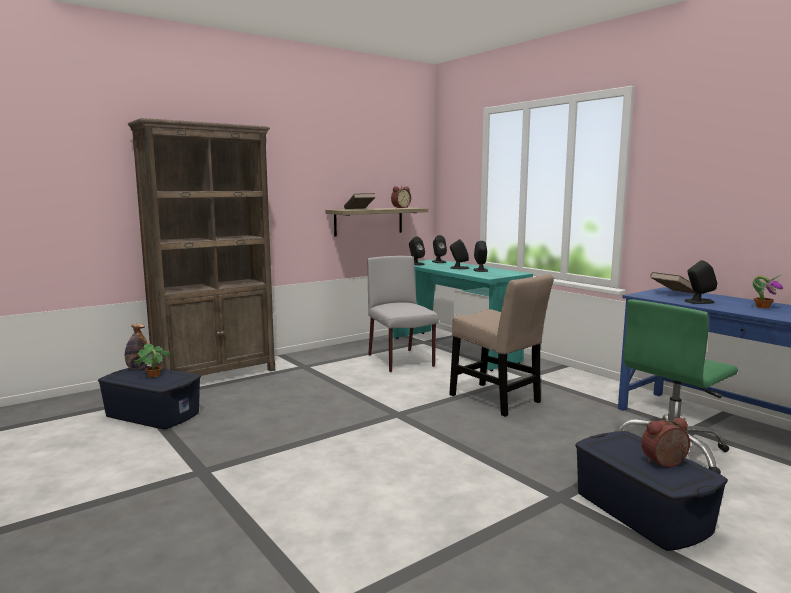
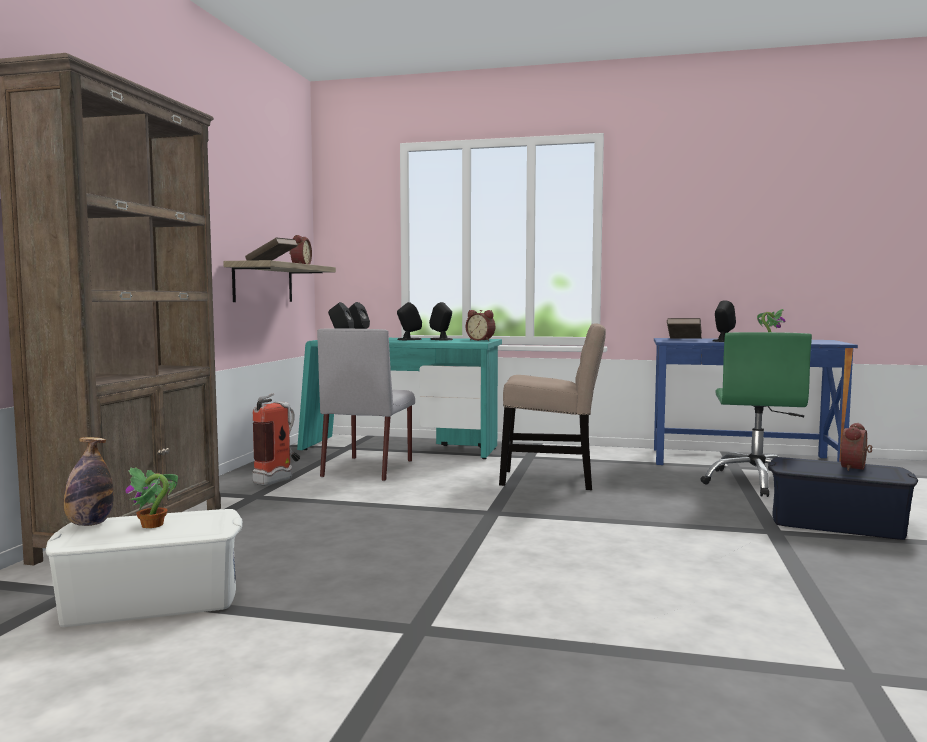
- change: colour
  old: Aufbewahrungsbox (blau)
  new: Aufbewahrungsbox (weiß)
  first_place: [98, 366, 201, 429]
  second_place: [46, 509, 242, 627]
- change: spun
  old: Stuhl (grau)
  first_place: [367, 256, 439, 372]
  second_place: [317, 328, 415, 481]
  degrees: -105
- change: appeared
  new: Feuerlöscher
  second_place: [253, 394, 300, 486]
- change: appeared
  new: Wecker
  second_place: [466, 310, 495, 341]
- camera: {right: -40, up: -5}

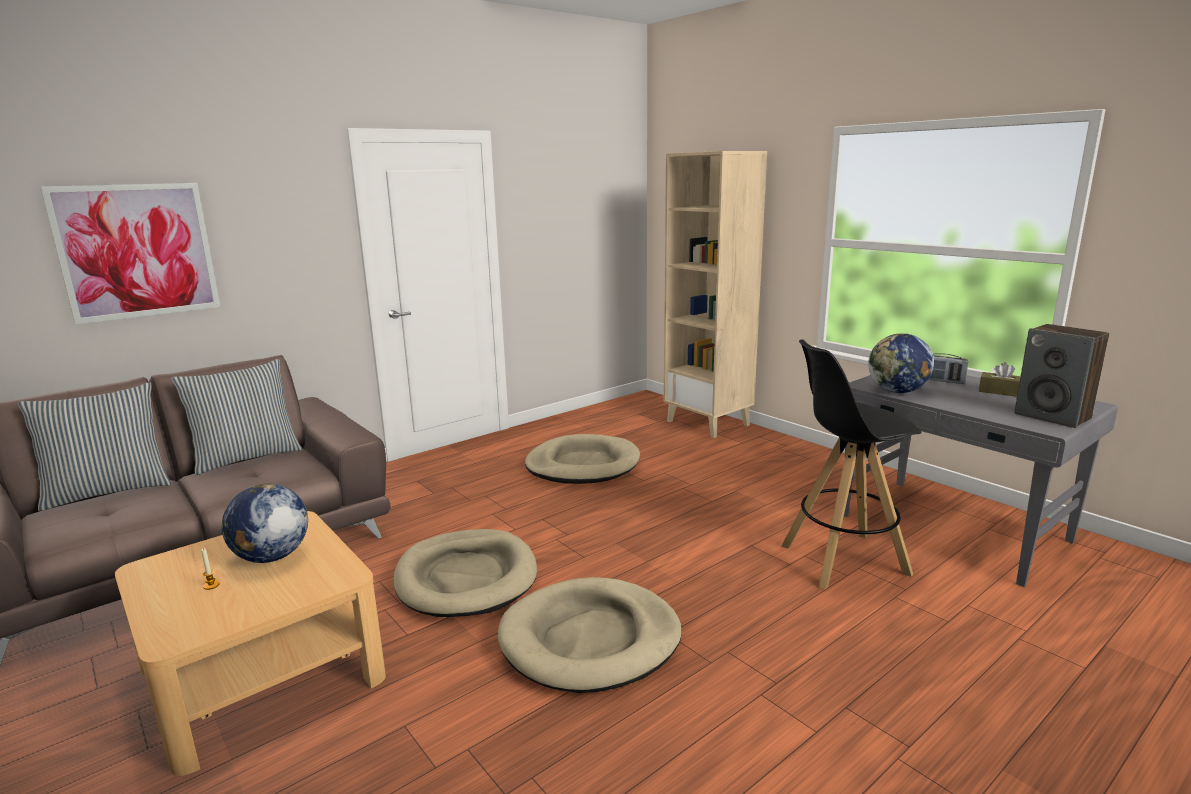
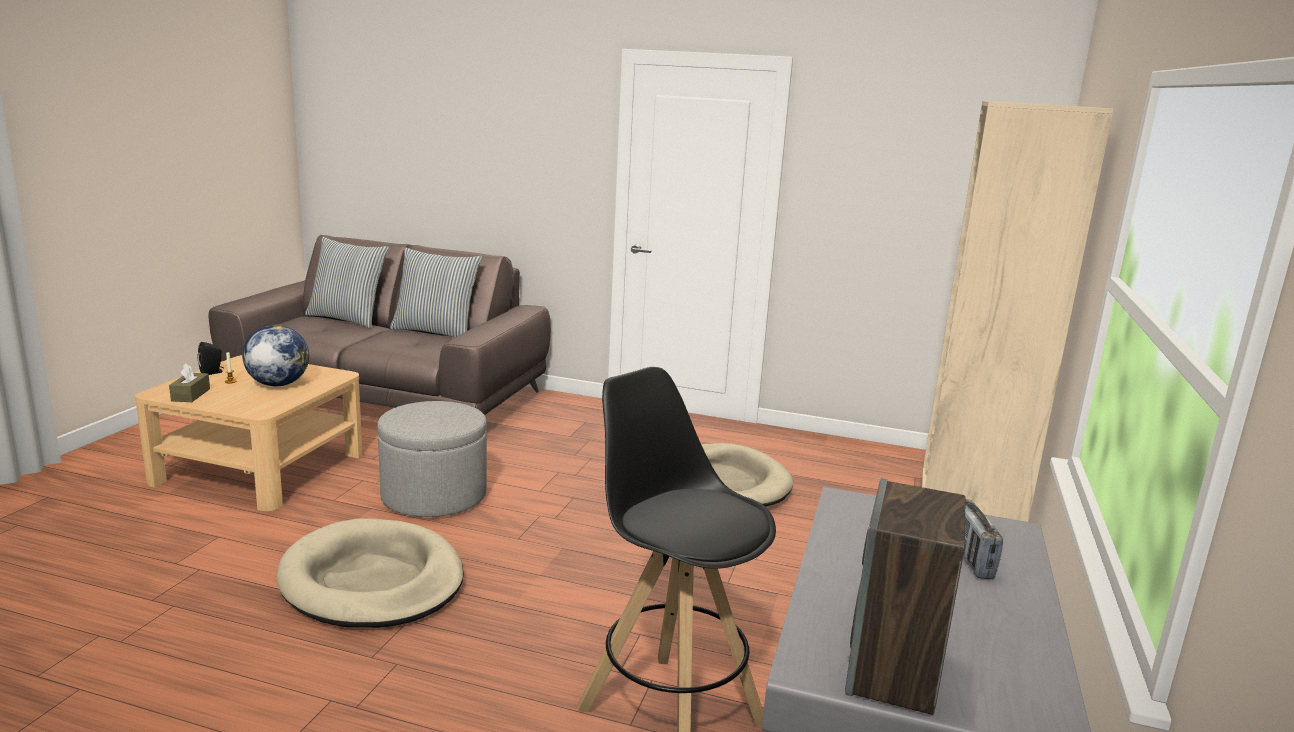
- change: missing
  old: Bild
  first_place: [40, 183, 220, 325]
- change: exchanged
  old: Hundebett (beige)
  new: Polsterhocker (grau)
  first_place: [394, 529, 537, 617]
  second_place: [377, 401, 487, 517]
- change: missing
  old: Globus
  first_place: [868, 333, 934, 393]
- change: relocated
  old: Taschentuchbox (braun)
  first_place: [979, 362, 1020, 397]
  second_place: [169, 363, 210, 402]
- change: appeared
  new: Lautsprecher (schwarz)
  second_place: [197, 342, 224, 375]
- camera: {right: 55, up: 0}

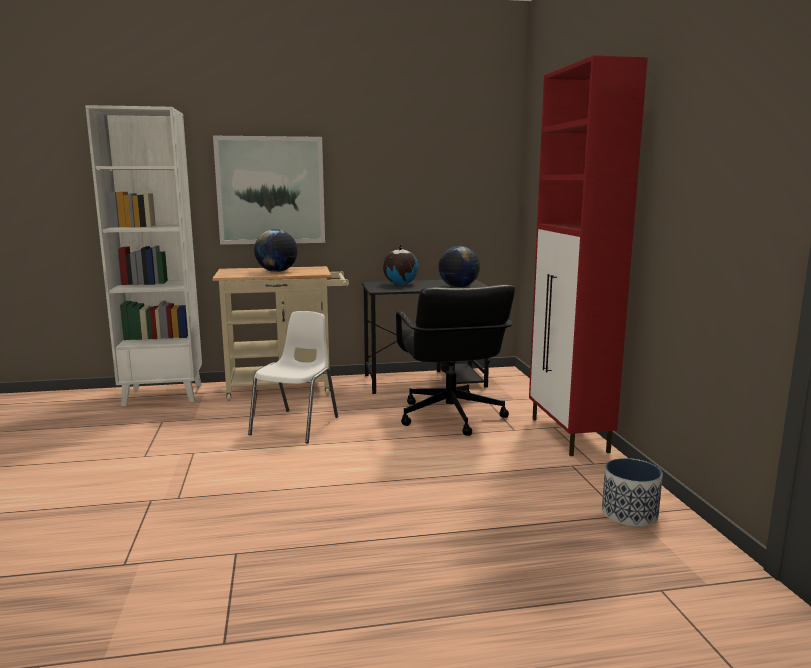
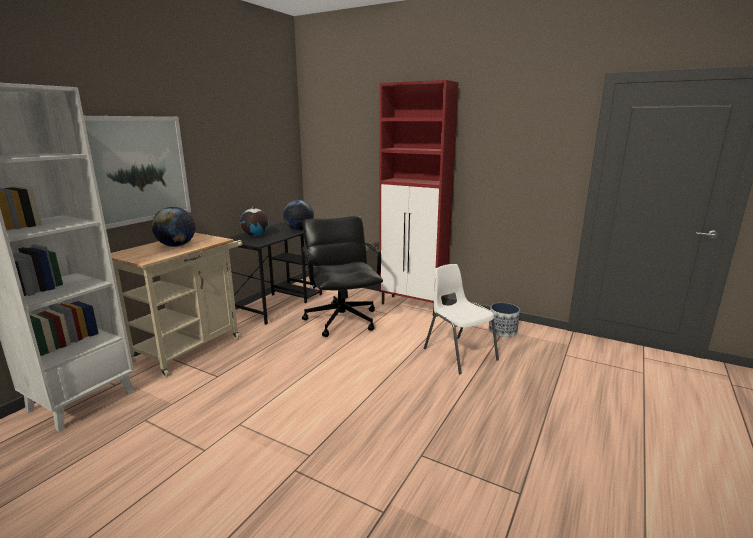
- change: relocated
  old: Stuhl (weiß)
  first_place: [248, 311, 338, 443]
  second_place: [424, 264, 499, 374]
- change: spun
  old: Bürostuhl (schwarz)
  first_place: [396, 285, 515, 436]
  second_place: [302, 216, 383, 337]
  degrees: -135
- camera: {right: -50, up: 5}

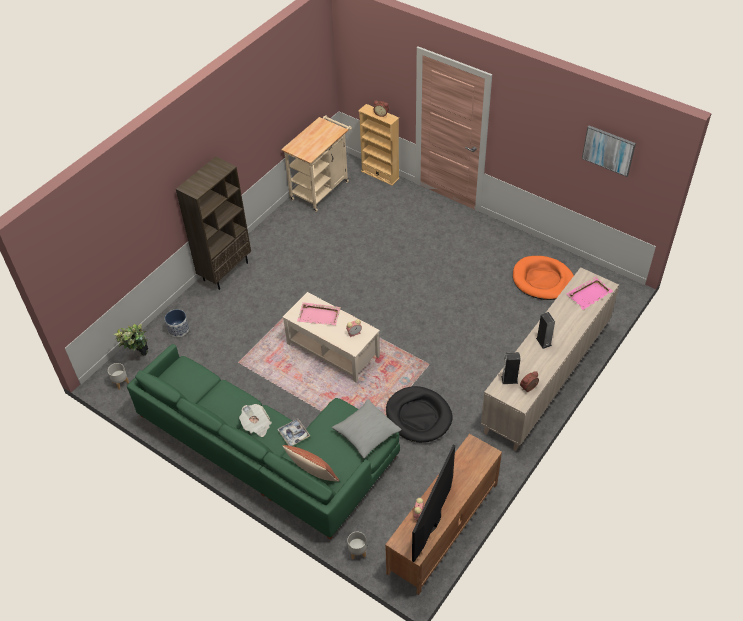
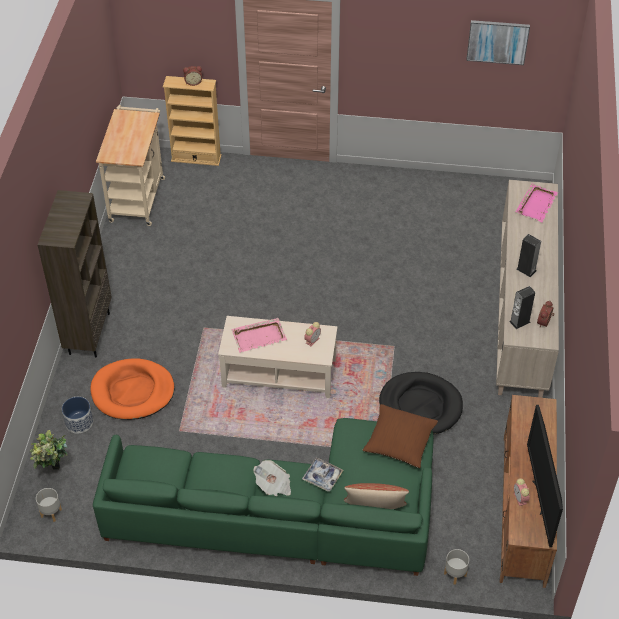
- change: colour
  old: Kissen (grau)
  new: Kissen (braun)
  first_place: [332, 399, 402, 458]
  second_place: [362, 404, 438, 468]
- change: relocated
  old: Hundebett (orange)
  first_place: [513, 256, 574, 300]
  second_place: [90, 358, 175, 420]
- camera: {right: -30, up: 0}

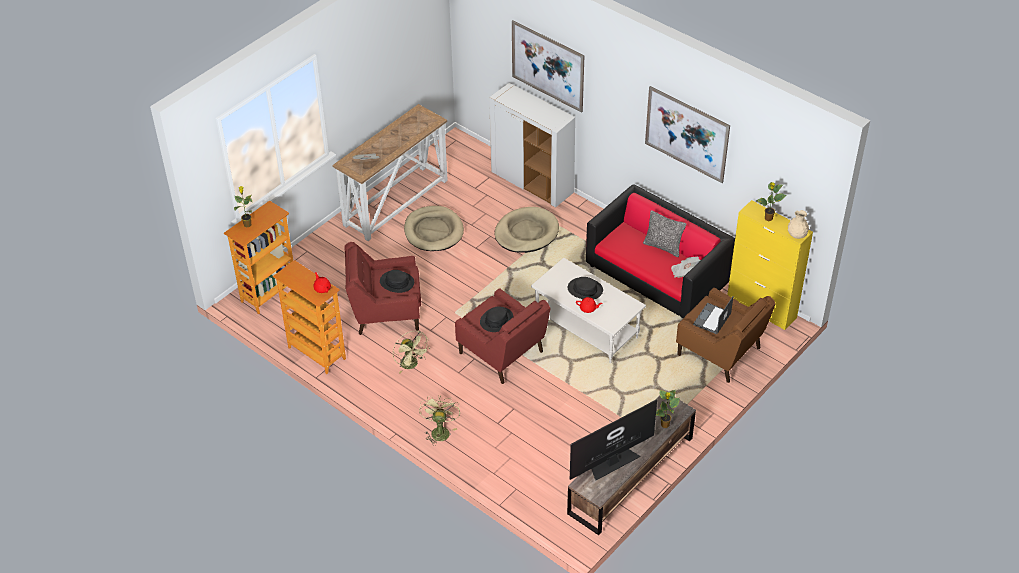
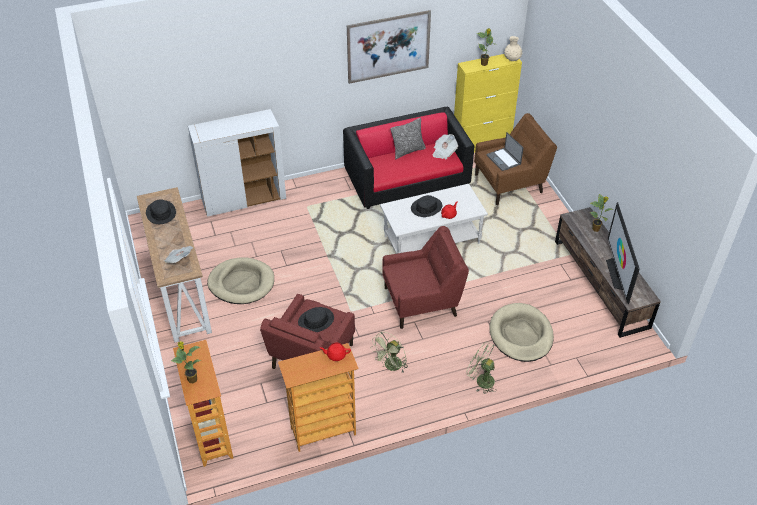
- change: spun
  old: Ventilator (grün)
  first_place: [393, 331, 430, 374]
  second_place: [371, 332, 408, 373]
  degrees: 135
- change: relocated
  old: Hut (schwarz)
  first_place: [480, 306, 513, 332]
  second_place: [146, 199, 176, 224]
- change: relocated
  old: Hundebett (beige)
  first_place: [495, 207, 559, 253]
  second_place: [489, 303, 554, 362]
- change: missing
  old: Bild
  first_place: [512, 20, 584, 113]
- camera: {right: -60, up: 0}

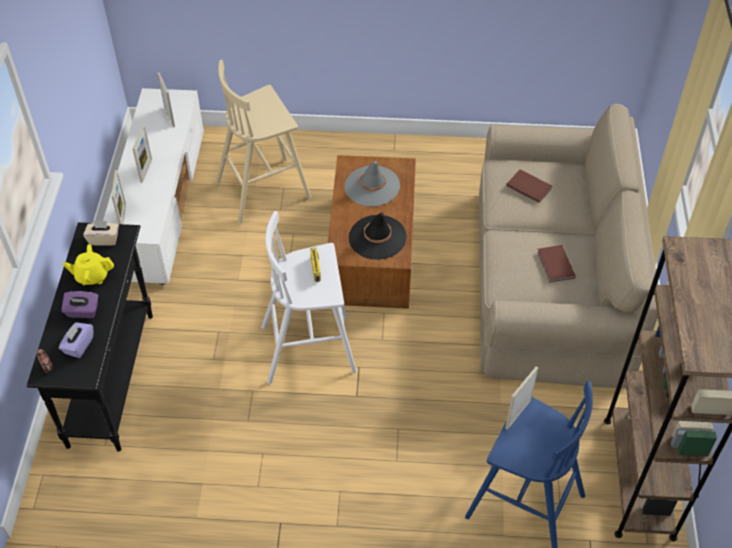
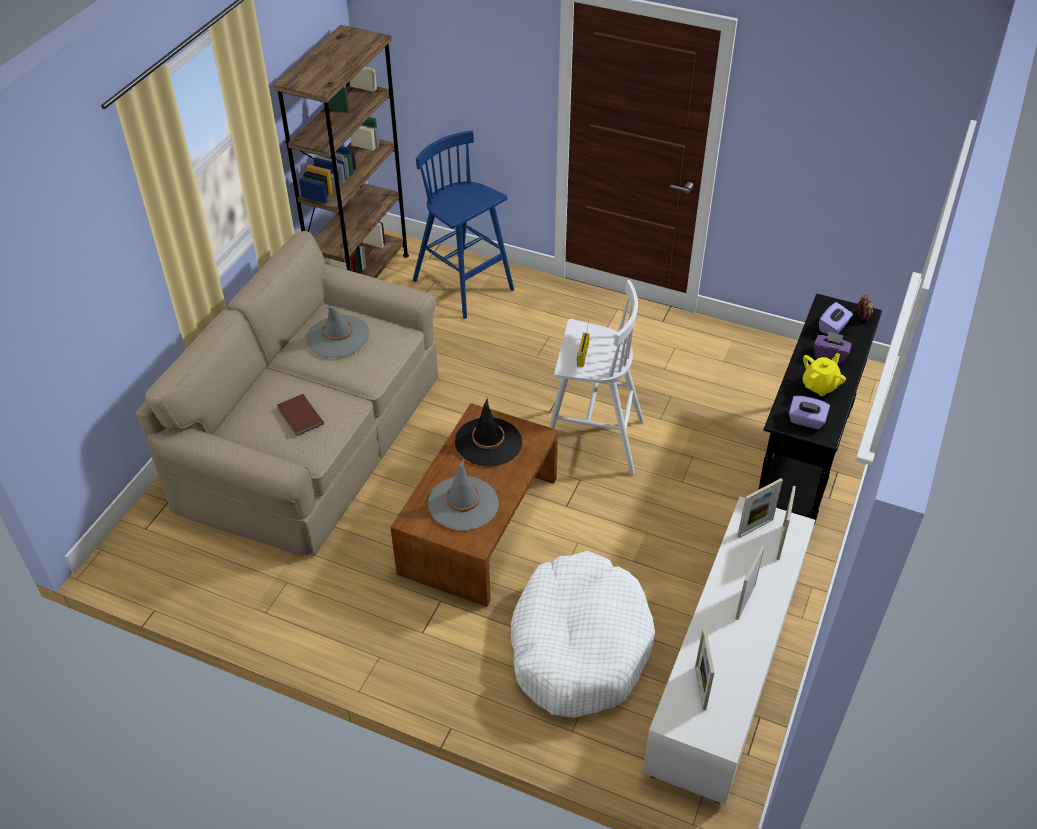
- change: spun
  old: Teekanne (gelb)
  first_place: [63, 244, 114, 285]
  second_place: [802, 353, 846, 396]
  degrees: -60
- change: colour
  old: Taschentuchbox (beige)
  new: Taschentuchbox (lila)
  first_place: [83, 220, 119, 246]
  second_place: [789, 396, 830, 429]
- change: exchanged
  old: Hocker (beige)
  new: Hundebett (weiß)
  first_place: [216, 60, 311, 224]
  second_place: [511, 551, 655, 718]
- change: relocated
  old: Bilderrahmen
  first_place: [505, 366, 538, 430]
  second_place: [737, 478, 783, 538]
- change: exchanged
  old: Buch (braun)
  new: Hut (grau)
  first_place: [537, 245, 576, 283]
  second_place: [306, 306, 370, 358]
- camera: {right: -160, up: -5}

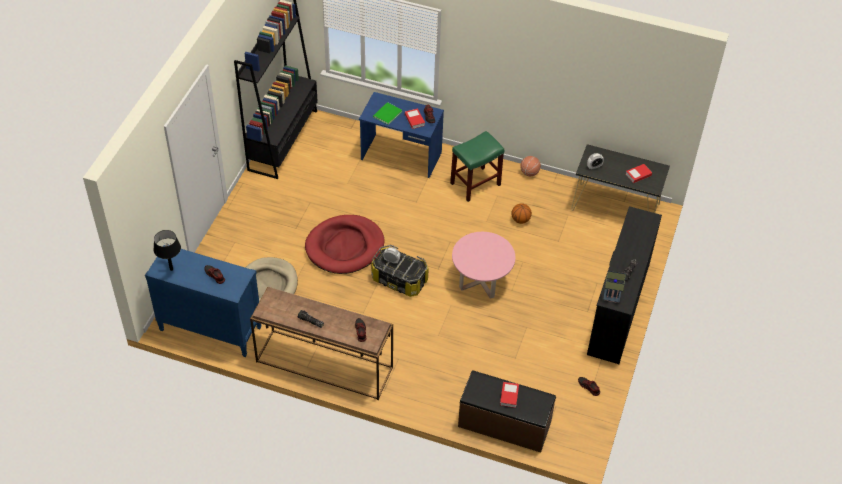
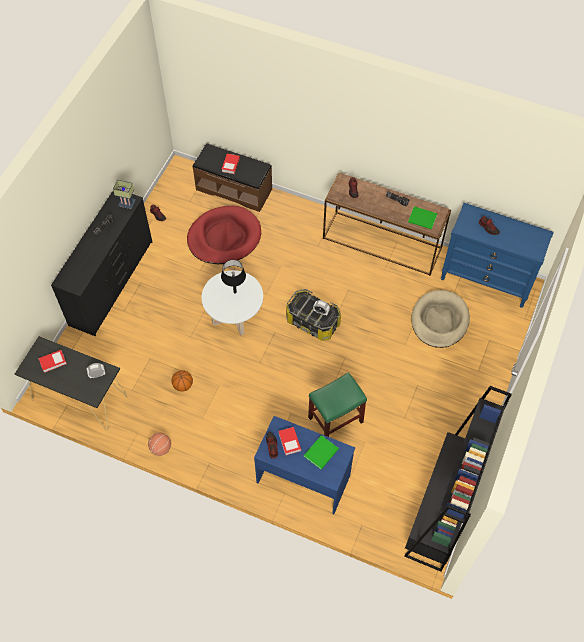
- change: relocated
  old: Tischlampe (schwarz)
  first_place: [153, 230, 181, 271]
  second_place: [221, 260, 246, 294]
- change: relocated
  old: Hundebett (rot)
  first_place: [305, 215, 385, 274]
  second_place: [187, 206, 261, 264]
- change: relocated
  old: Hocker (grün)
  first_place: [450, 131, 504, 202]
  second_place: [308, 372, 367, 437]
- change: colour
  old: Couchtisch (rosa)
  new: Couchtisch (weiß)
  first_place: [452, 232, 515, 299]
  second_place: [202, 270, 263, 335]
- change: appeared
  new: Buch (grün)
  second_place: [408, 206, 438, 229]
- camera: {right: -175, up: 10}

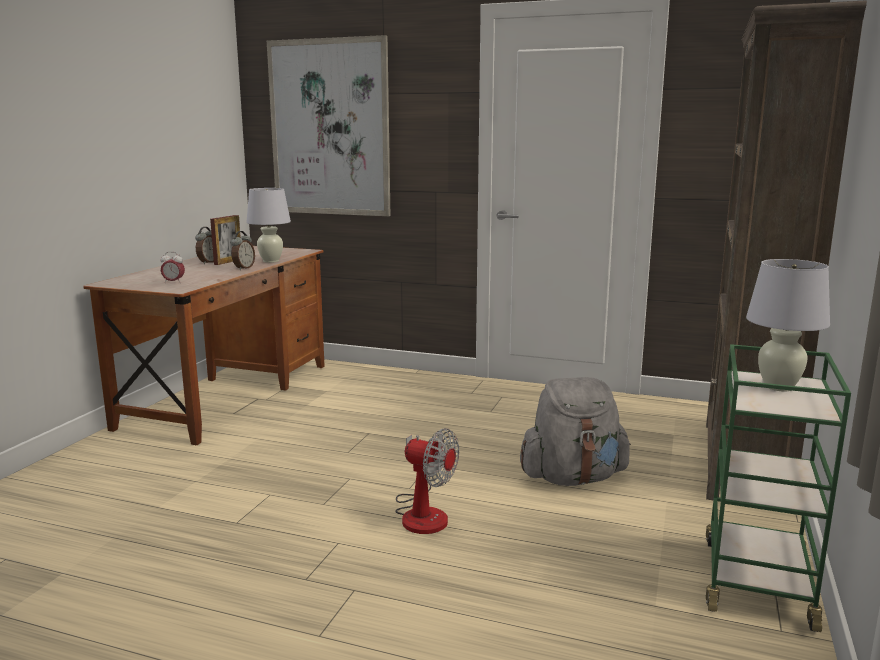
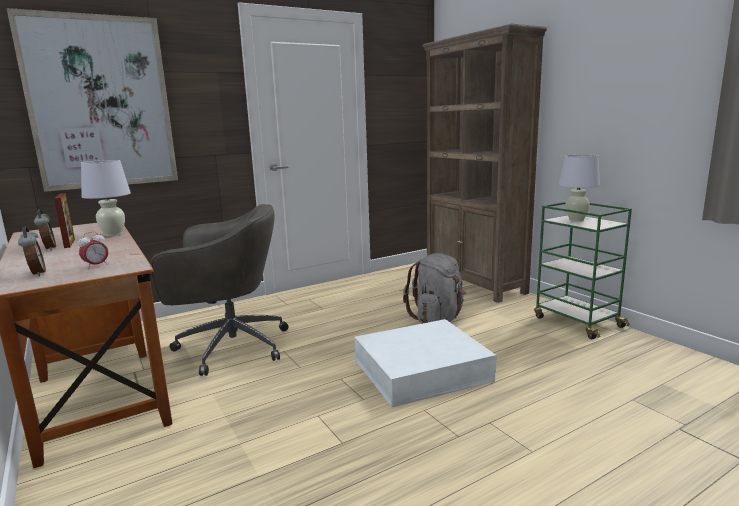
- change: relocated
  old: Wecker
  first_place: [231, 231, 255, 270]
  second_place: [18, 227, 46, 276]
- change: exchanged
  old: Ventilator
  new: Aufbewahrungsbox (weiß)
  first_place: [395, 428, 459, 534]
  second_place: [354, 319, 497, 407]
- change: appeared
  new: Bürostuhl (grau)
  second_place: [150, 204, 289, 376]
- camera: {right: -50, up: 0}

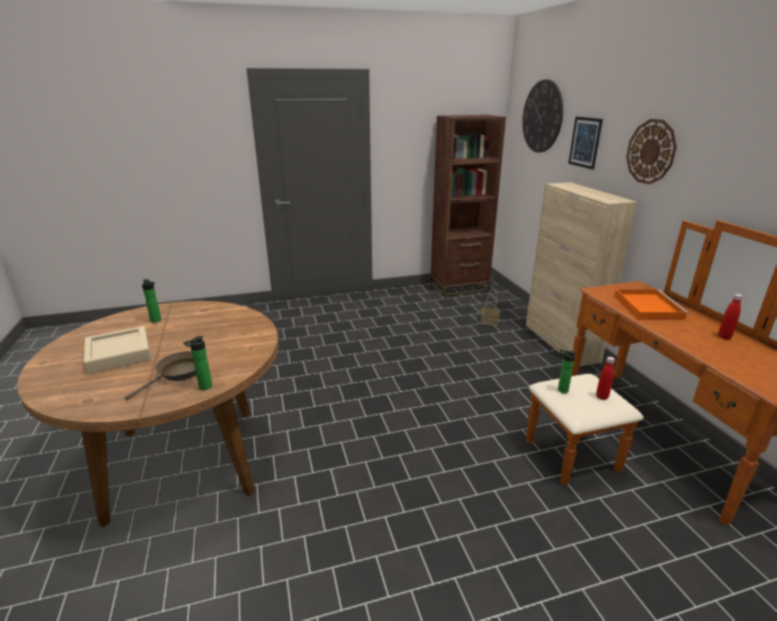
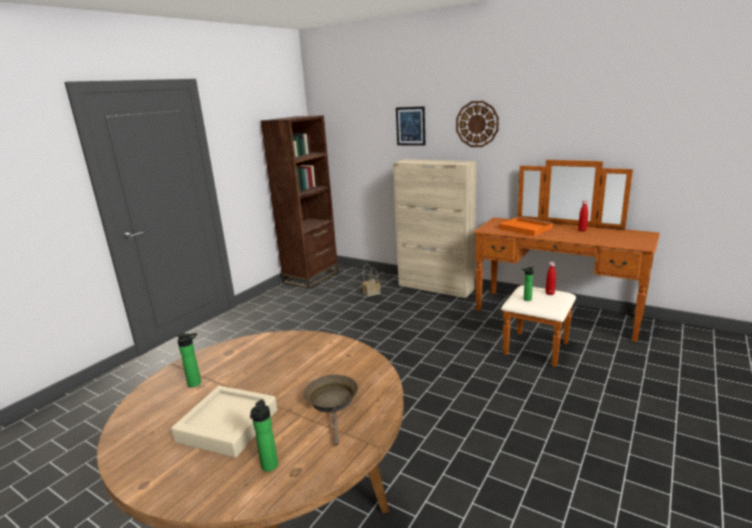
- change: relocated
  old: Flasche
  first_place: [184, 336, 212, 390]
  second_place: [250, 400, 278, 472]
- change: missing
  old: Wanduhr
  first_place: [522, 80, 563, 153]
- camera: {right: -40, up: -5}

